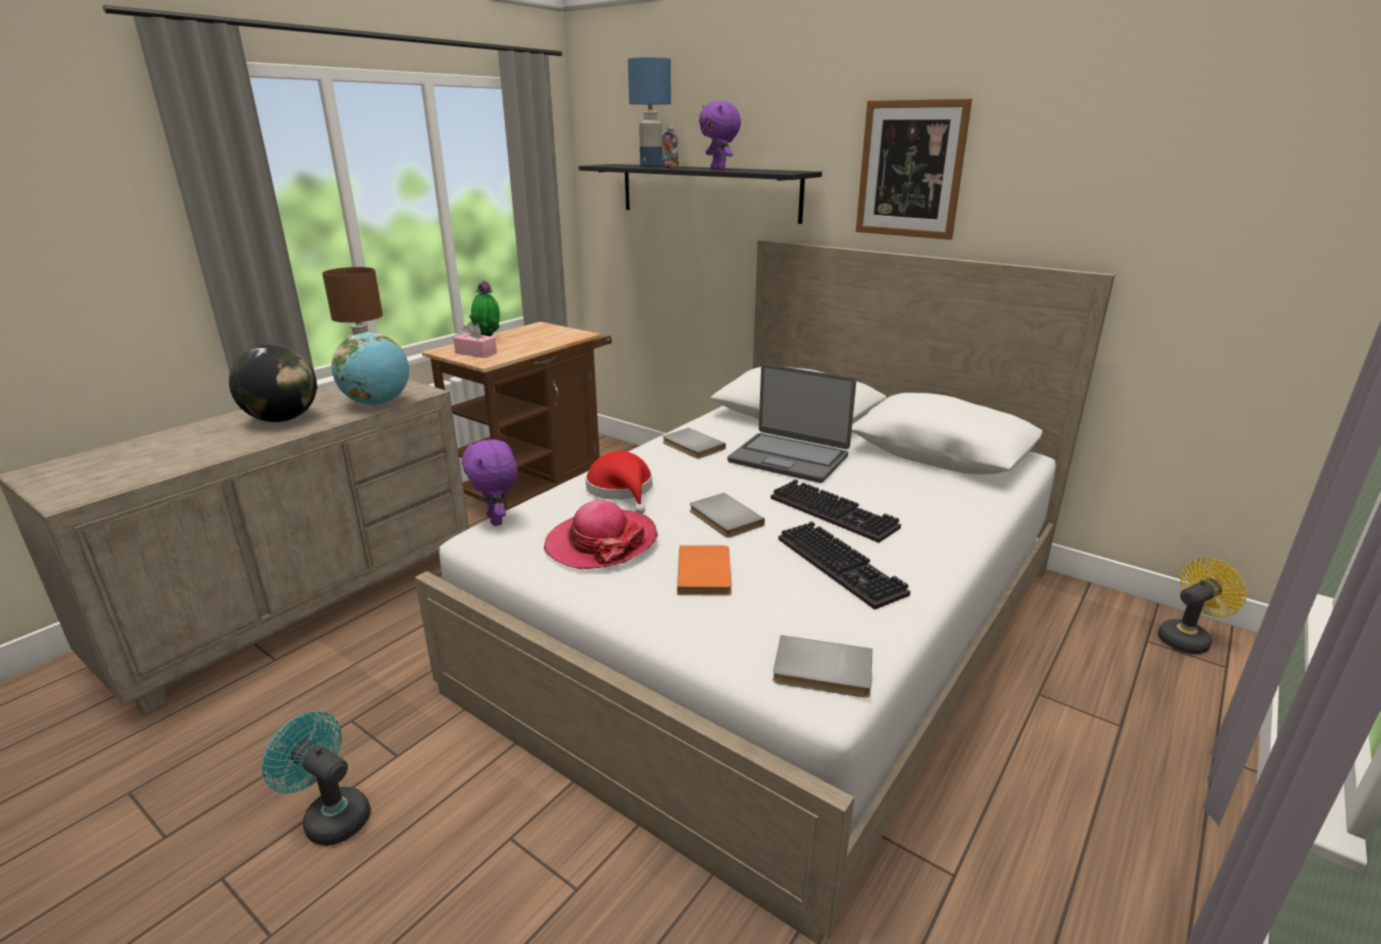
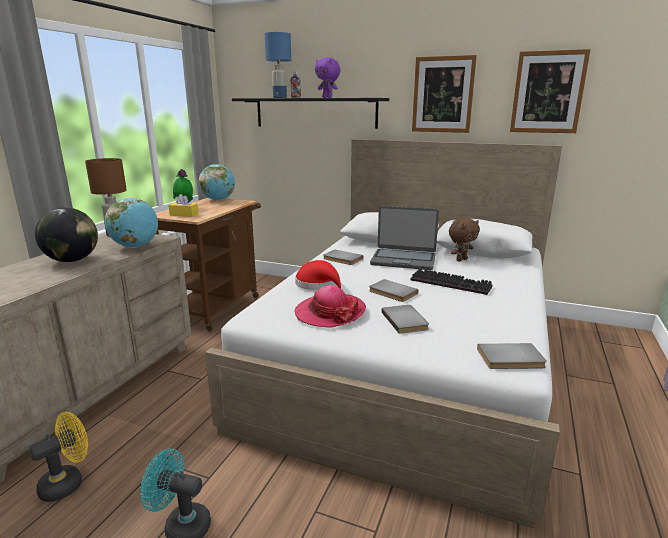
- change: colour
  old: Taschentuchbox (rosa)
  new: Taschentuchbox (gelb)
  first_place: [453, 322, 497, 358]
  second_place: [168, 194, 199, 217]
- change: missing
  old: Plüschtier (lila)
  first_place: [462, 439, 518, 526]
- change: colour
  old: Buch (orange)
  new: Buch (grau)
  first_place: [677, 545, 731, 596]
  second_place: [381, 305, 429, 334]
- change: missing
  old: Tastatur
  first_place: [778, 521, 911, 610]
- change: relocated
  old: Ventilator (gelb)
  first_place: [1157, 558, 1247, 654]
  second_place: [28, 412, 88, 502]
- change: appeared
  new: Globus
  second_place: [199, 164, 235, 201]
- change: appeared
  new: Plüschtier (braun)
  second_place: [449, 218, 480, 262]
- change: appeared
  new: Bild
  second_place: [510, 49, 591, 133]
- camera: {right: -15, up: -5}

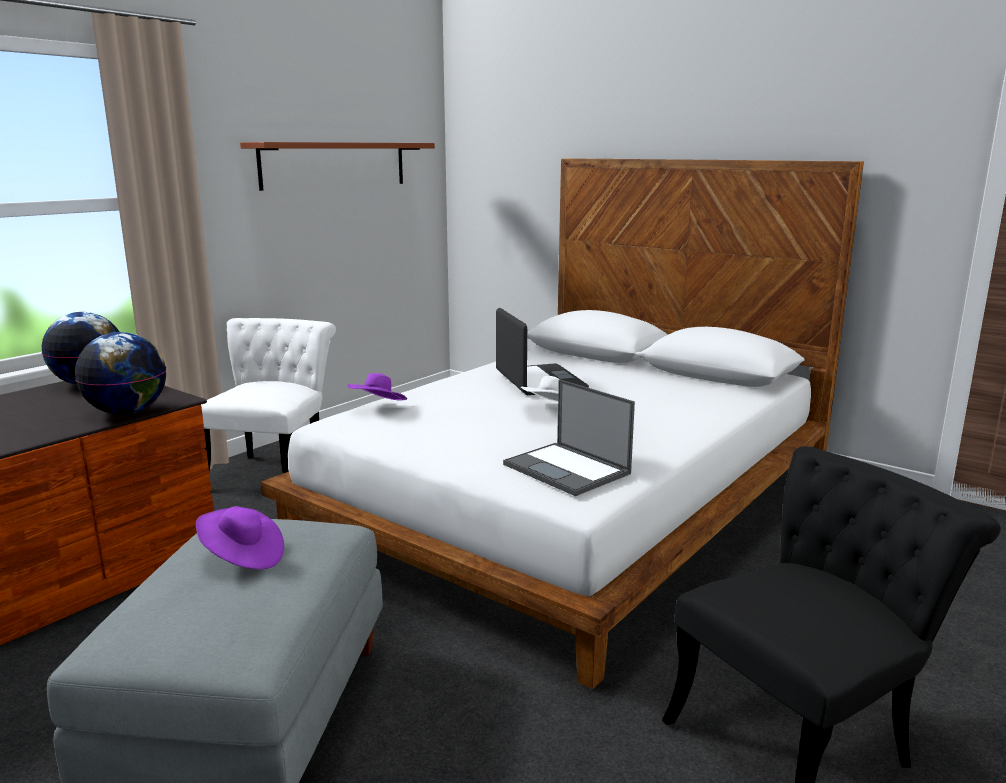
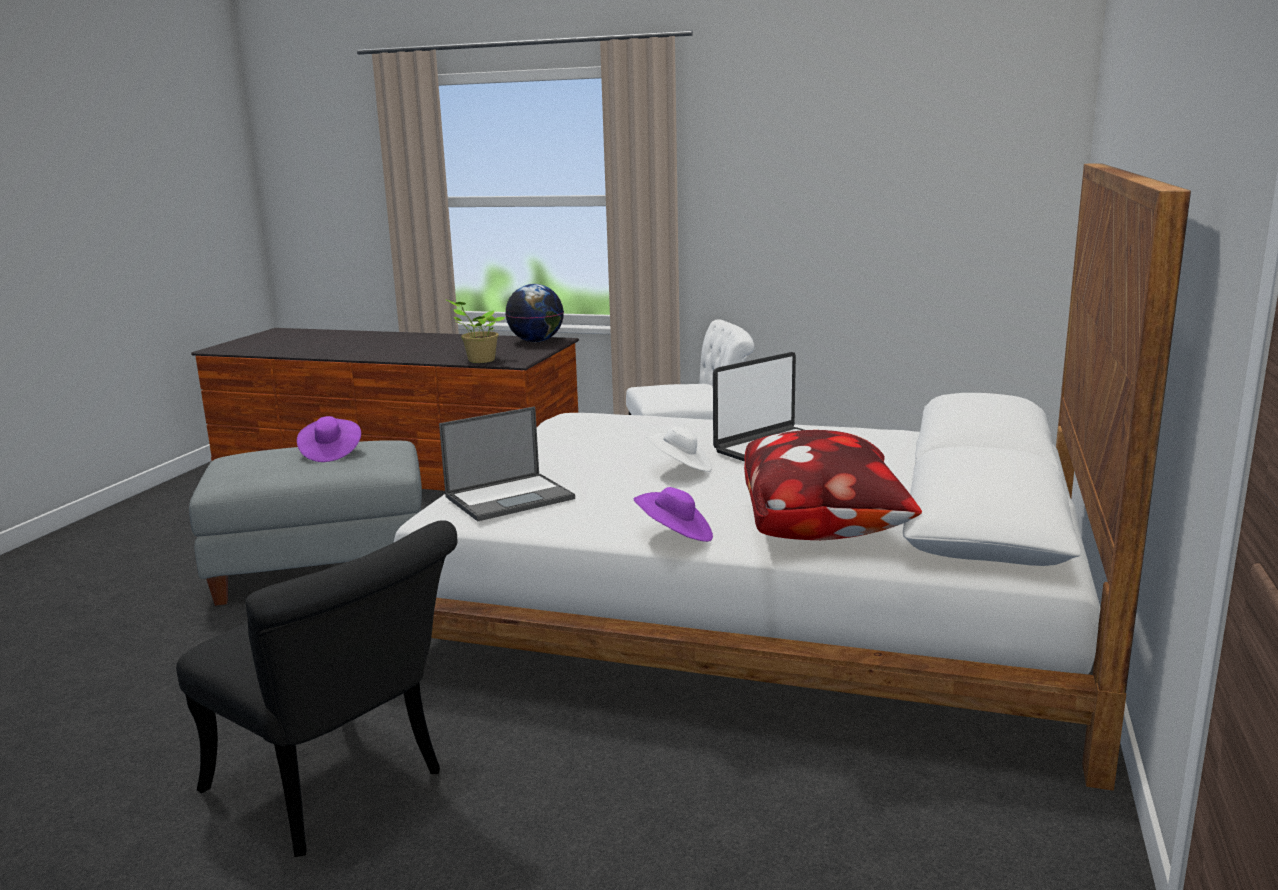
- change: exchanged
  old: Globus
  new: Topfpflanze
  first_place: [75, 332, 166, 415]
  second_place: [445, 299, 505, 363]
- change: missing
  old: Wandregal (braun)
  first_place: [240, 142, 435, 191]
- change: relocated
  old: Hut (lila)
  first_place: [347, 373, 407, 401]
  second_place: [634, 487, 713, 542]
- change: spun
  old: Laptop
  first_place: [503, 379, 635, 496]
  second_place: [439, 406, 575, 521]
  degrees: -150
- change: appeared
  new: Kissen
  second_place: [744, 430, 922, 540]
- camera: {right: 70, up: 0}

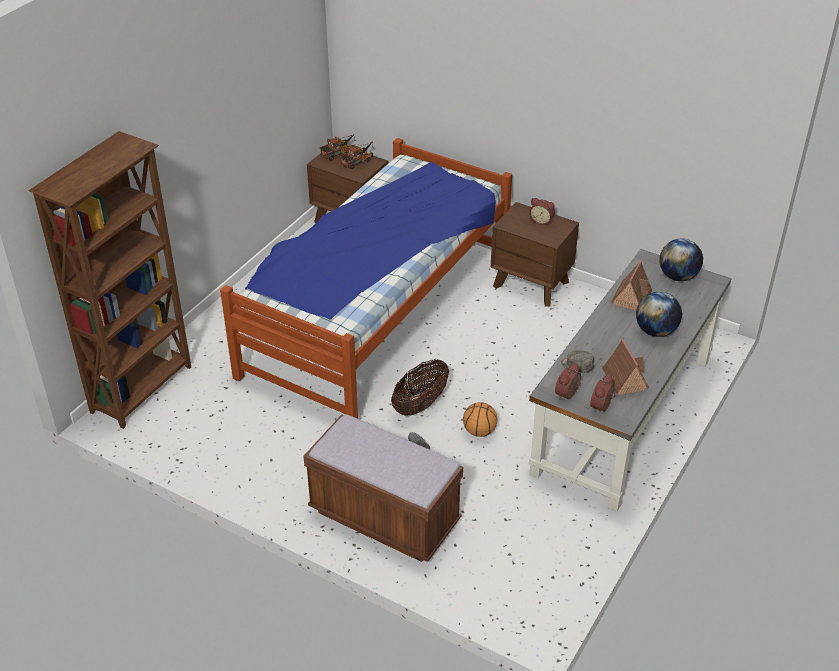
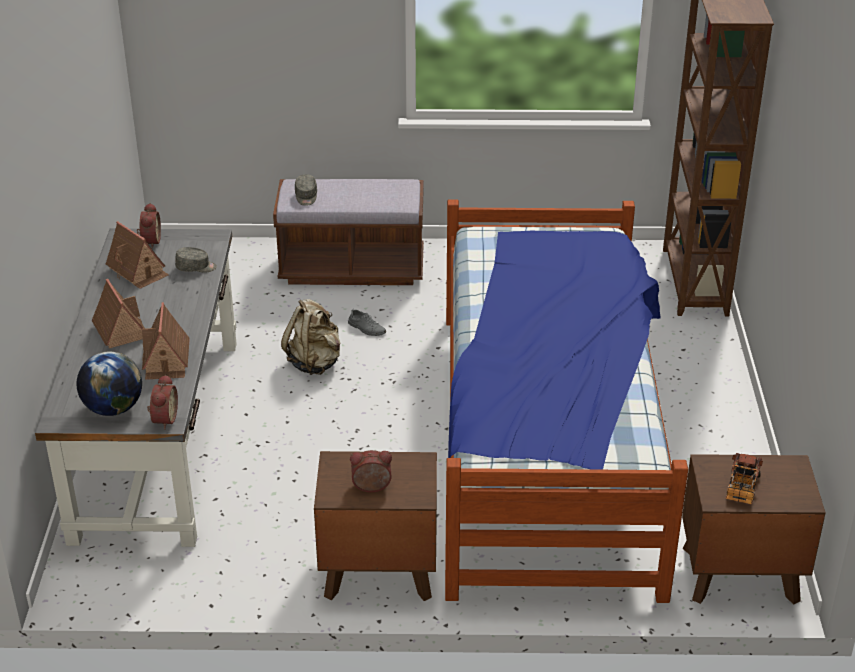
- change: missing
  old: Spielzeuglaster
  first_place: [320, 134, 355, 161]
- change: missing
  old: Korb
  first_place: [391, 359, 449, 416]
- change: exchanged
  old: Basketball
  new: Rucksack (beige)
  first_place: [463, 402, 497, 437]
  second_place: [281, 299, 341, 375]
- change: relocated
  old: Wecker
  first_place: [555, 363, 581, 400]
  second_place: [147, 374, 178, 429]
- change: exchanged
  old: Globus
  new: Spielzeughaus
  first_place: [636, 292, 682, 337]
  second_place: [92, 279, 145, 348]
- change: appeared
  new: Kappe (grau)
  second_place: [295, 174, 317, 206]
- camera: {right: 150, up: -5}

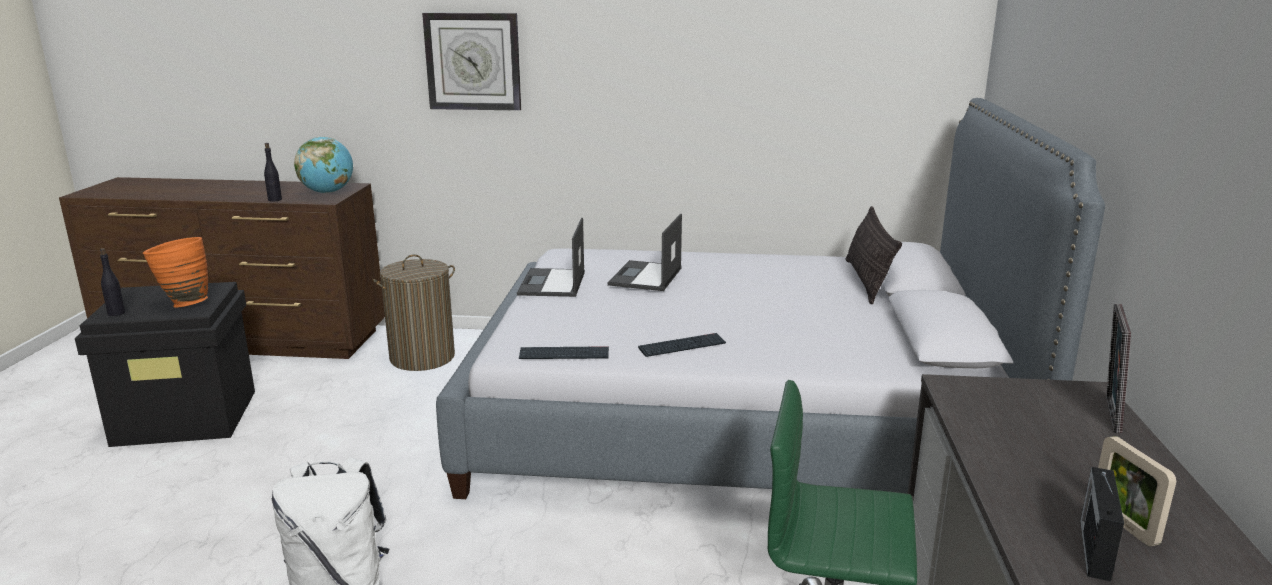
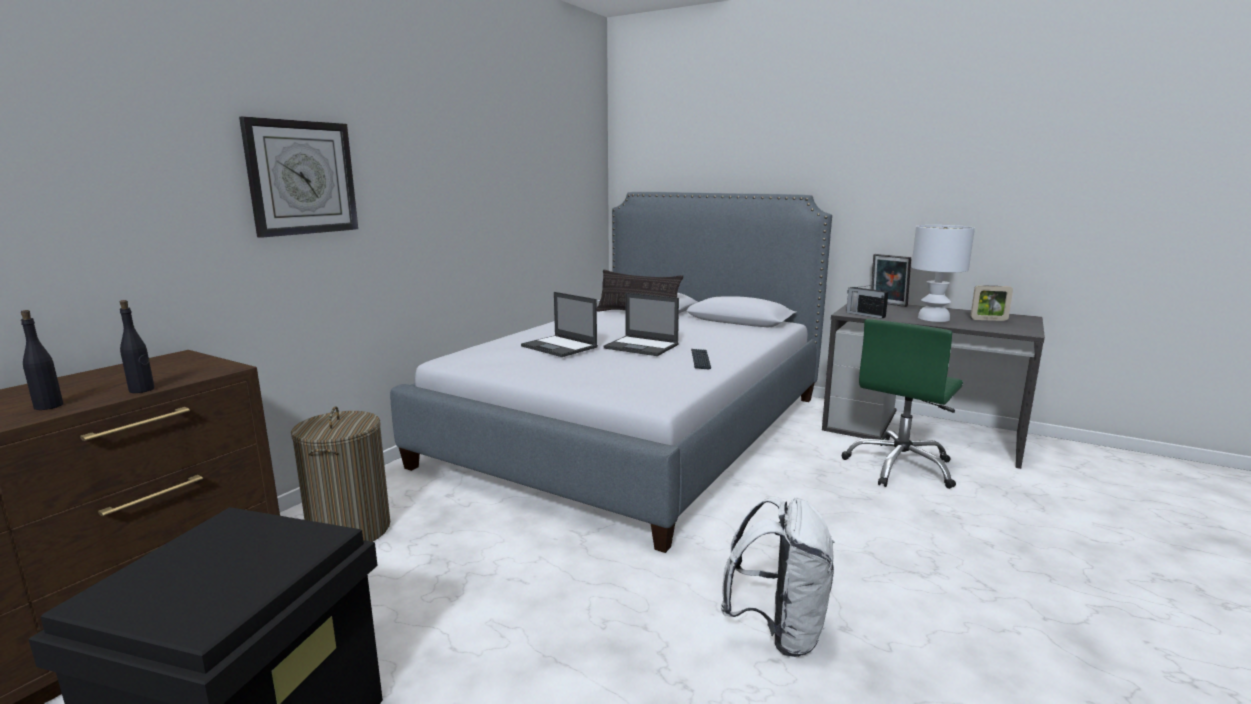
- change: relocated
  old: Flasche (schwarz)
  first_place: [100, 248, 125, 316]
  second_place: [21, 310, 63, 410]
- change: missing
  old: Vase (orange)
  first_place: [142, 237, 208, 308]
- change: missing
  old: Globus
  first_place: [294, 137, 353, 194]
- change: relocated
  old: Laptop
  first_place: [517, 218, 585, 297]
  second_place: [603, 293, 679, 356]
- change: missing
  old: Tastatur
  first_place: [519, 347, 609, 359]
- change: relocated
  old: Radio
  first_place: [1080, 467, 1124, 581]
  second_place: [846, 284, 888, 319]
- change: appeared
  new: Tischlampe (weiß)
  second_place: [911, 225, 975, 322]
- camera: {right: -65, up: -5}

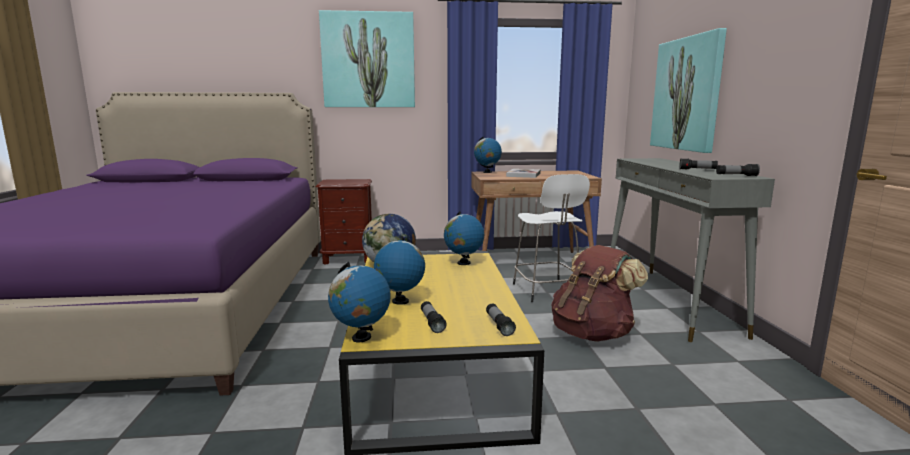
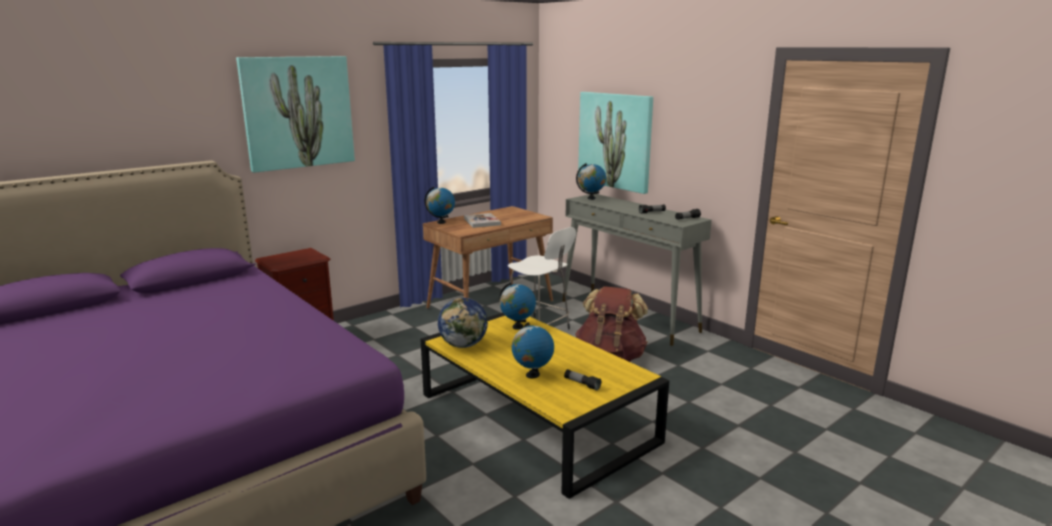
- change: relocated
  old: Globus
  first_place: [328, 262, 391, 342]
  second_place: [576, 163, 606, 200]
- change: missing
  old: Taschenlampe
  first_place: [486, 304, 516, 336]
- camera: {right: -35, up: 5}

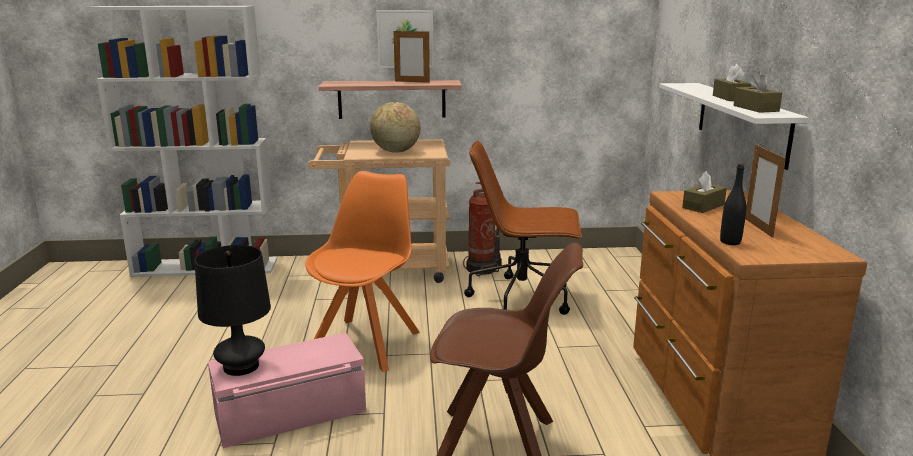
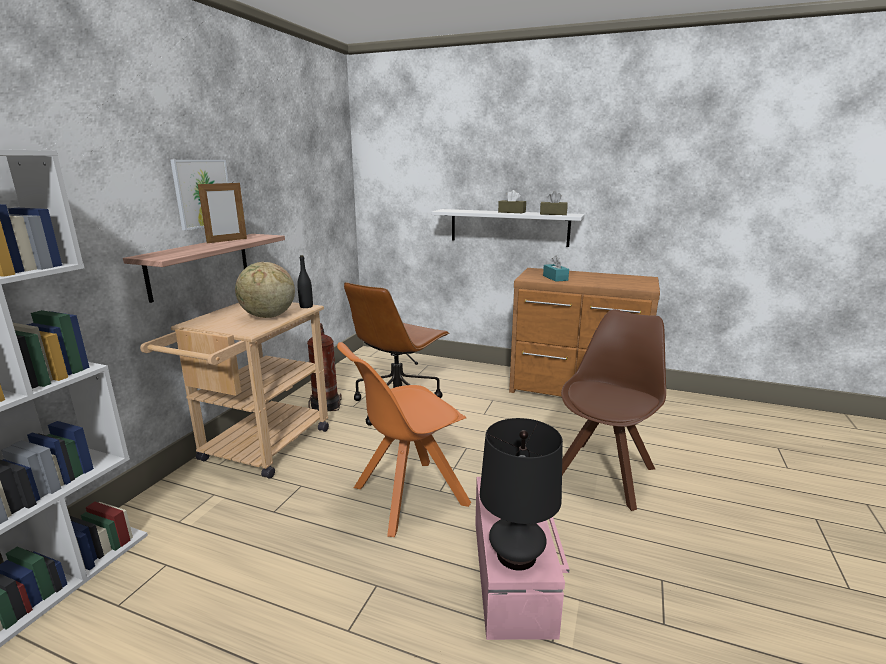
- change: spun
  old: Stuhl (orange)
  first_place: [305, 171, 420, 372]
  second_place: [337, 342, 471, 537]
  degrees: -75
- change: colour
  old: Taschentuchbox (braun)
  new: Taschentuchbox (türkis)
  first_place: [682, 171, 727, 213]
  second_place: [543, 256, 569, 282]
- change: relocated
  old: Flasche (schwarz)
  first_place: [720, 163, 747, 245]
  second_place: [297, 255, 313, 308]
- change: missing
  old: Bilderrahmen
  first_place: [745, 145, 786, 238]
- camera: {right: -65, up: 0}

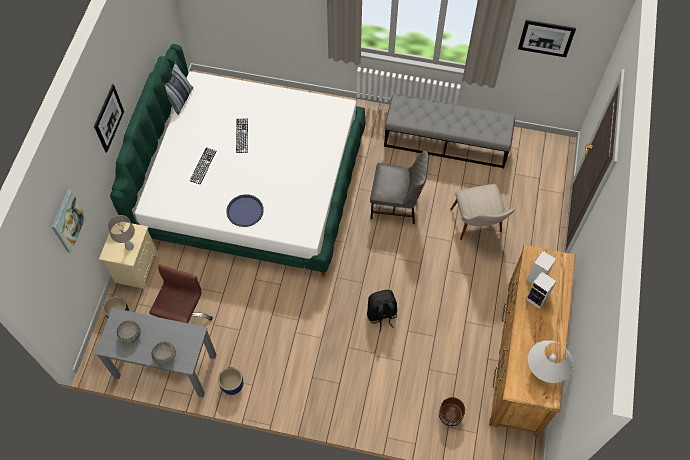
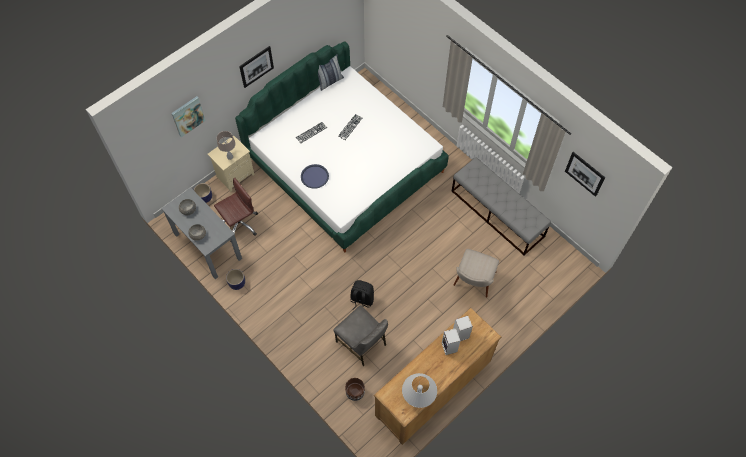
- change: relocated
  old: Stuhl (grau)
  first_place: [370, 151, 429, 224]
  second_place: [333, 305, 388, 367]
- camera: {right: 35, up: 0}

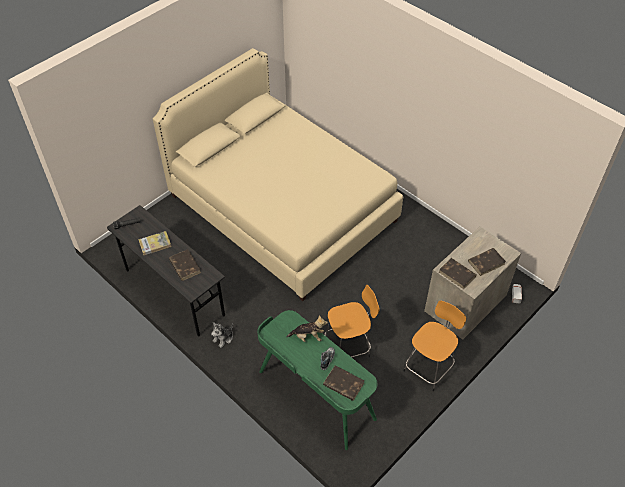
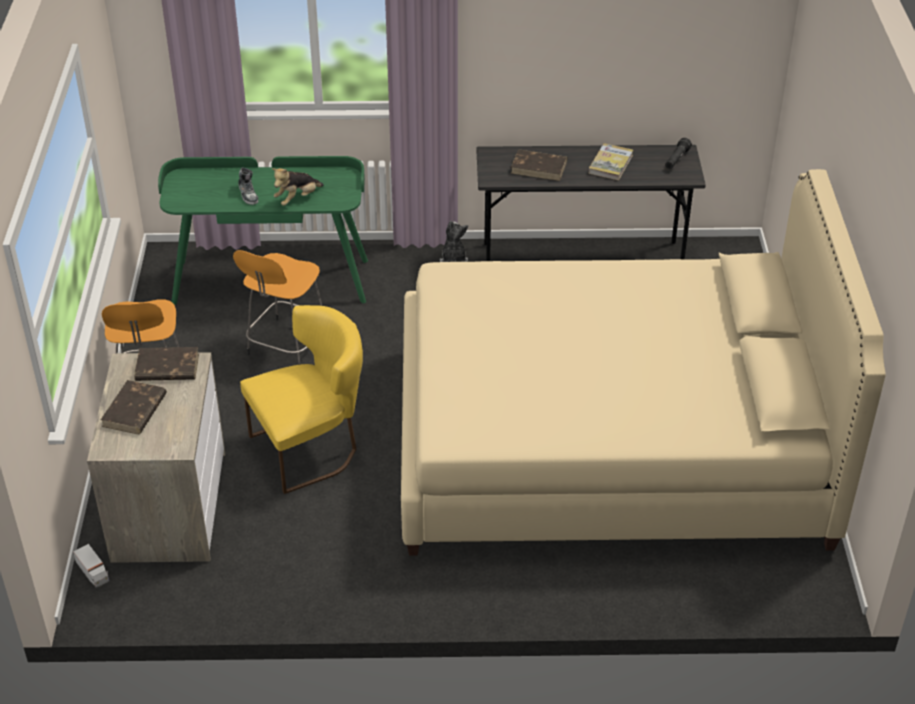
- change: missing
  old: Buch (braun)
  first_place: [323, 365, 364, 401]
- change: appeared
  new: Stuhl (gelb)
  second_place: [240, 305, 363, 494]
- camera: {right: 135, up: -10}

